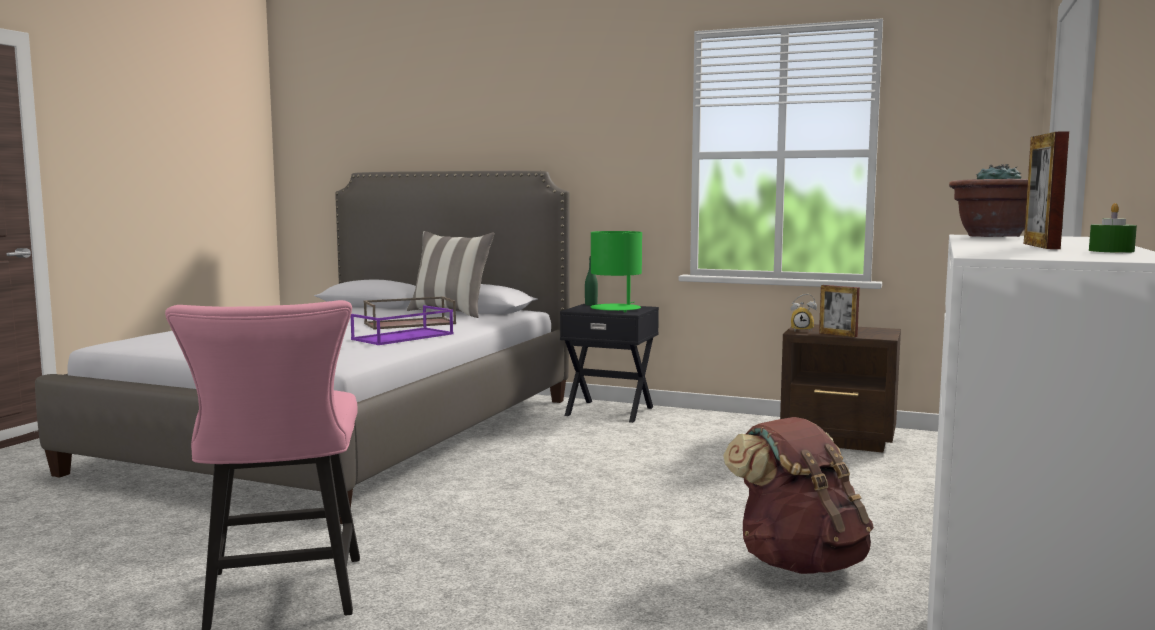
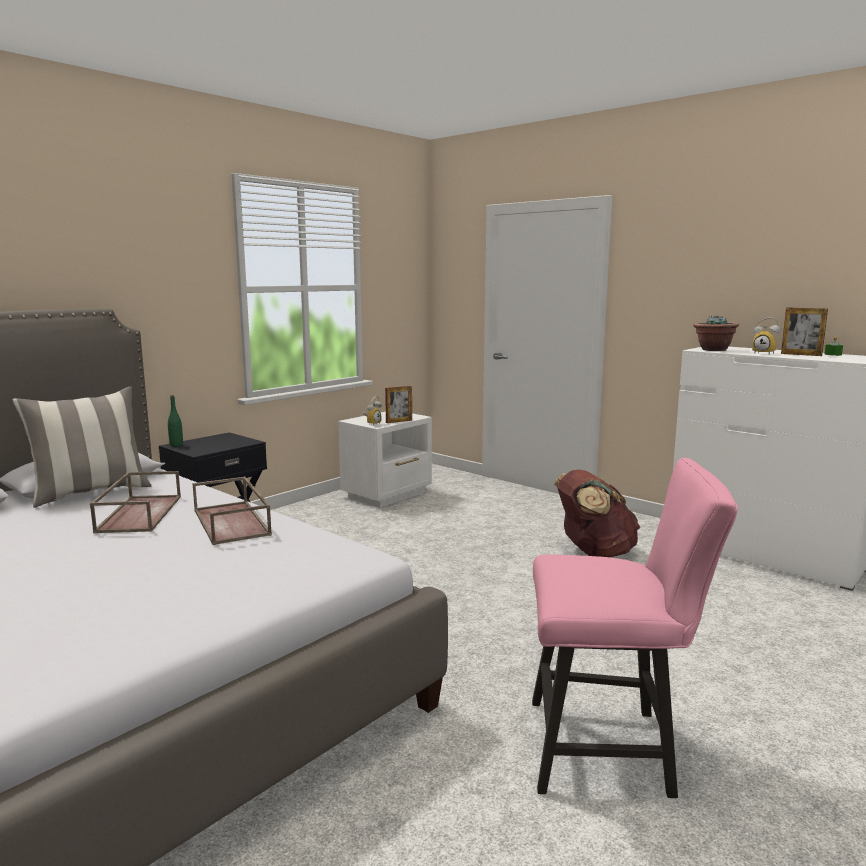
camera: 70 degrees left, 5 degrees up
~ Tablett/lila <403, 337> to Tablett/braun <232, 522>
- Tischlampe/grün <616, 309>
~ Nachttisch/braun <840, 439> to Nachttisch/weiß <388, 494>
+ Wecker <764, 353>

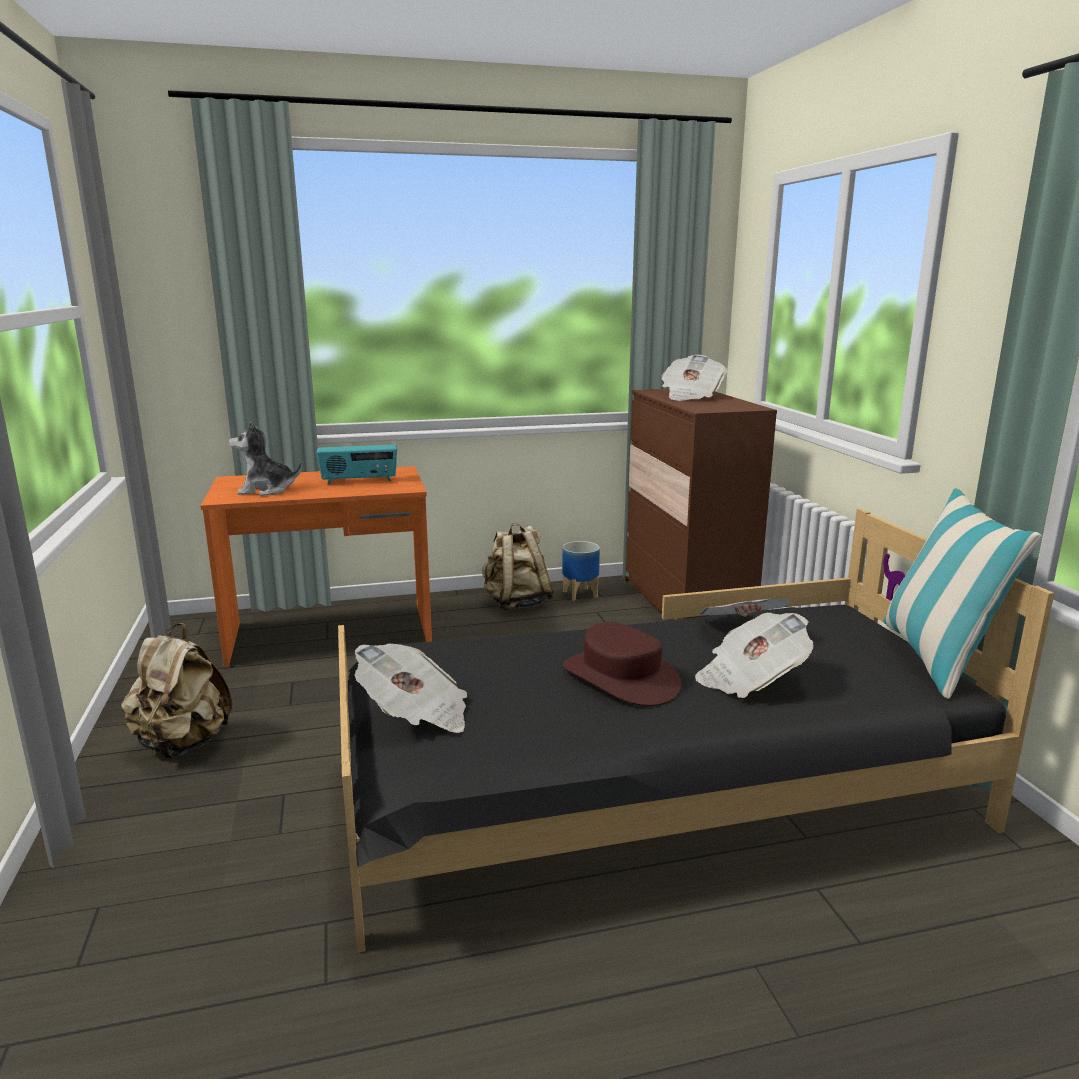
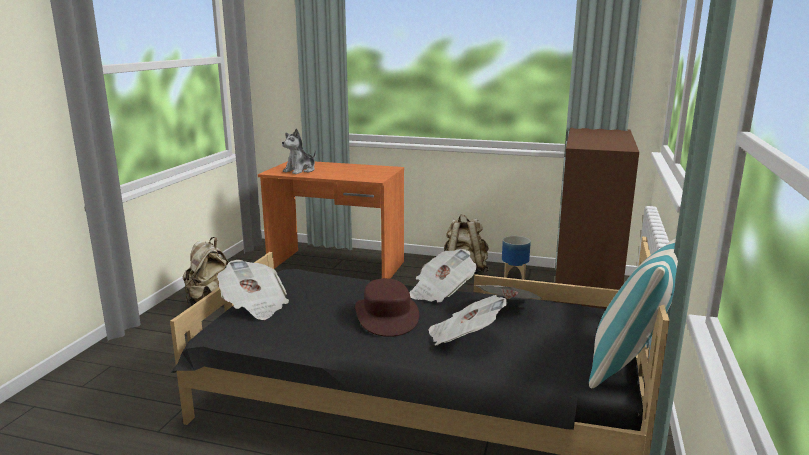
camera: 30 degrees right, 0 degrees up
~ Plüschtier <266, 490> = <300, 170> 75 degrees counterclockwise
- Radio <359, 481>
~ Zeitung <690, 396> to <440, 292>

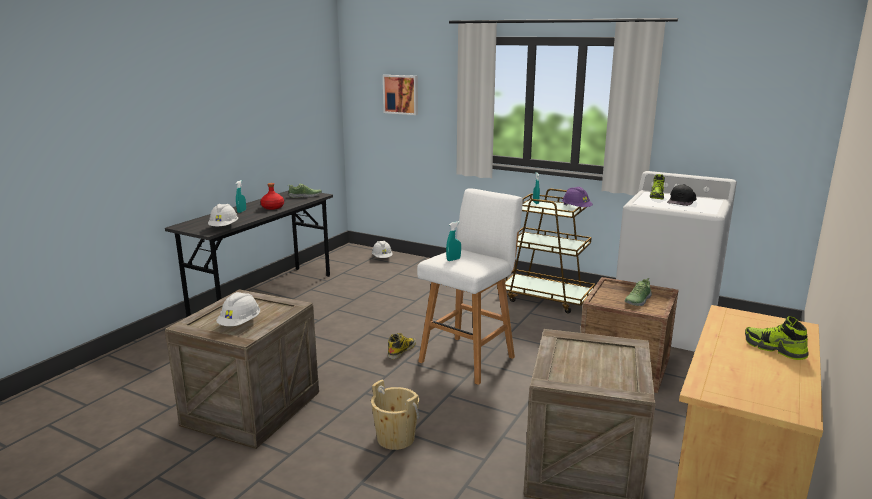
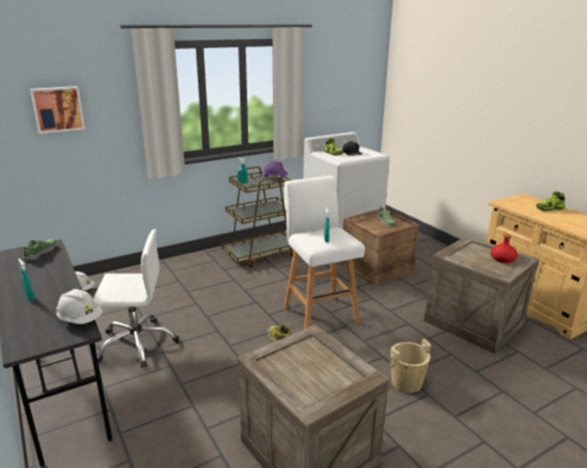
camera: 60 degrees left, 5 degrees up
- Schutzhelm/weiß <240, 324>
~ Flasche/rot <272, 207> to <502, 259>
+ Bürostuhl/weiß <137, 343>

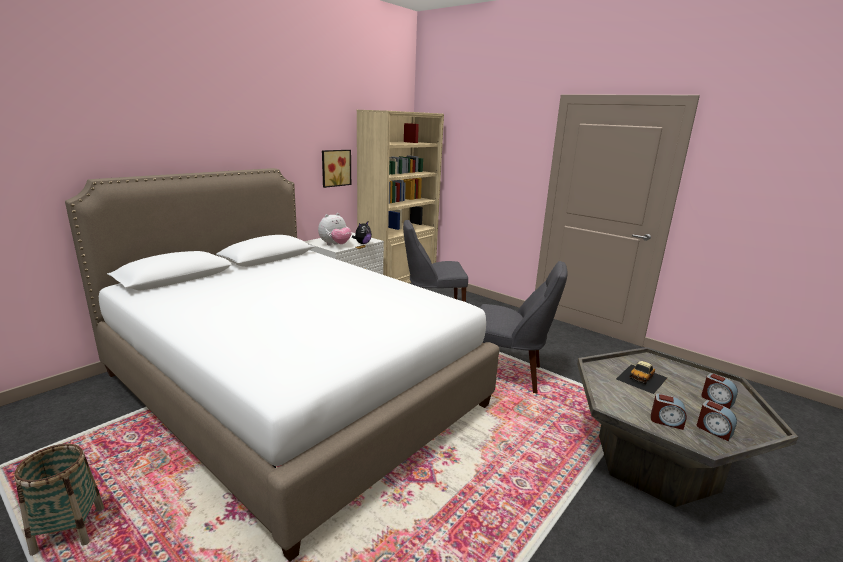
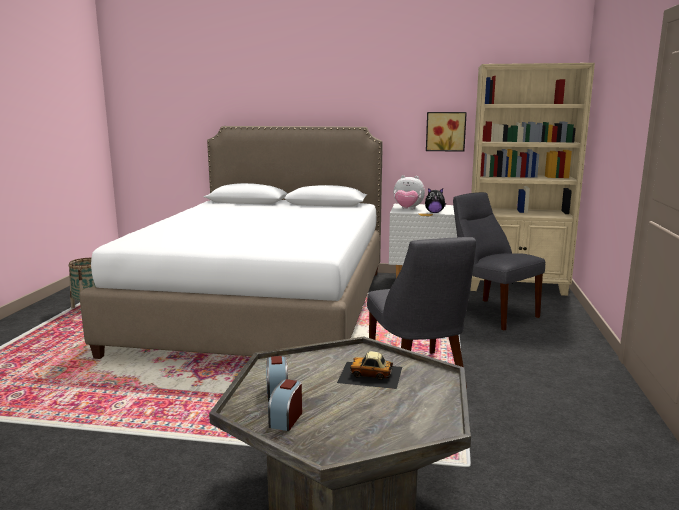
camera: 60 degrees right, 5 degrees down
- Wecker <717, 400>

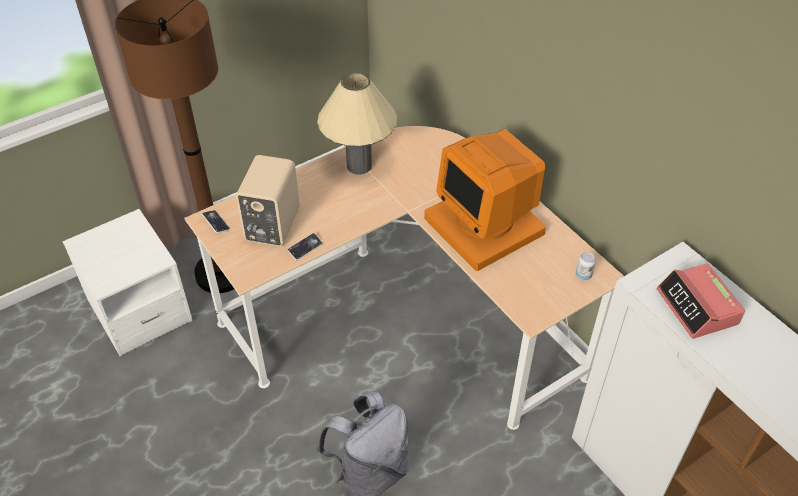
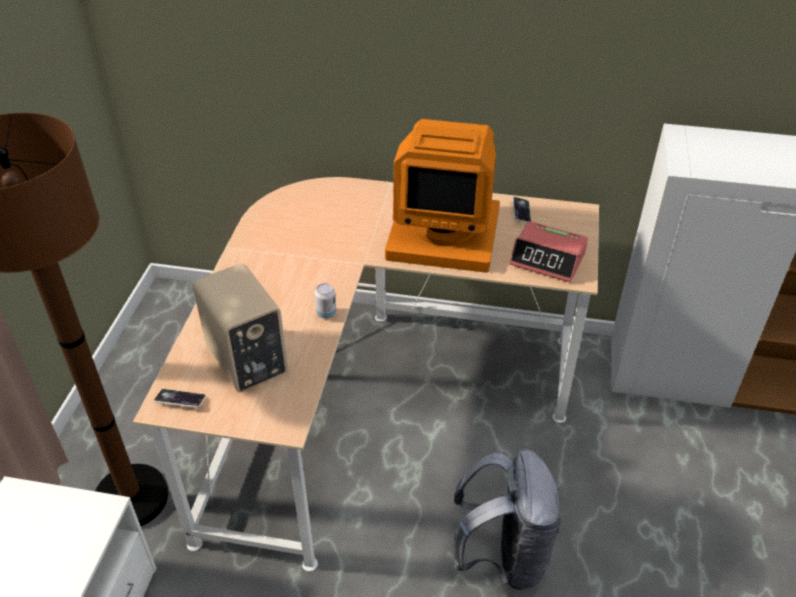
camera: 45 degrees left, 5 degrees down
~ Handy <305, 248> to <521, 212>
- Tischlampe/beige <359, 166>
~ Dose <583, 275> to <326, 314>
~ Wecker <697, 307> to <548, 259>

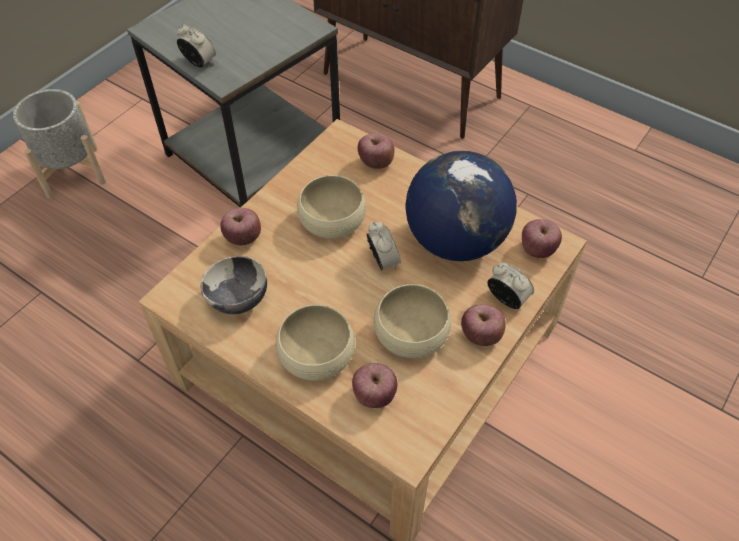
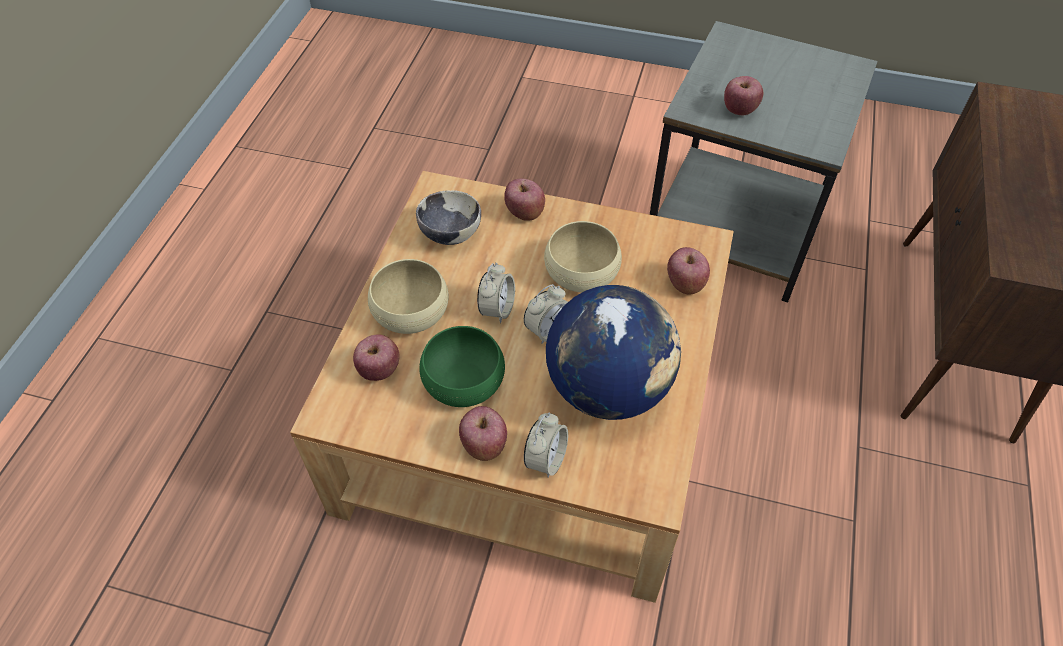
camera: 70 degrees right, 0 degrees up
- Pflanzkübel/grau <72, 171>
~ Wecker <199, 63> to <497, 309>
~ Schüssel/beige <411, 333> to Schüssel/grün <464, 380>
~ Apfel <537, 250> to <739, 110>

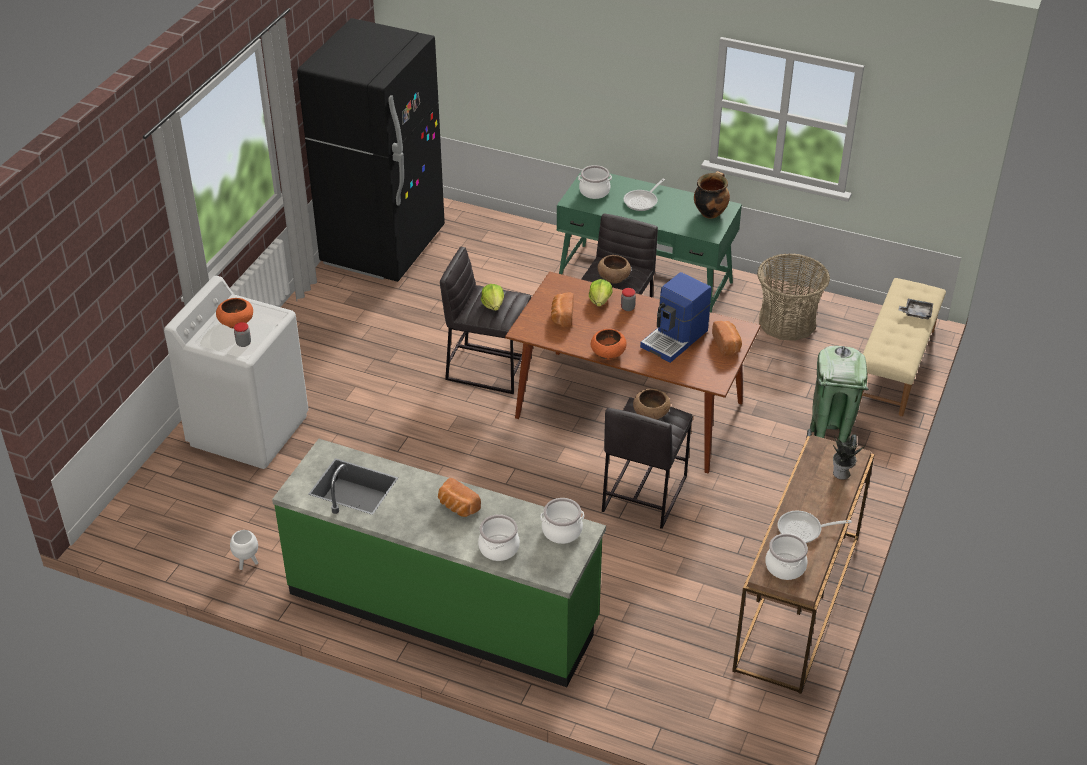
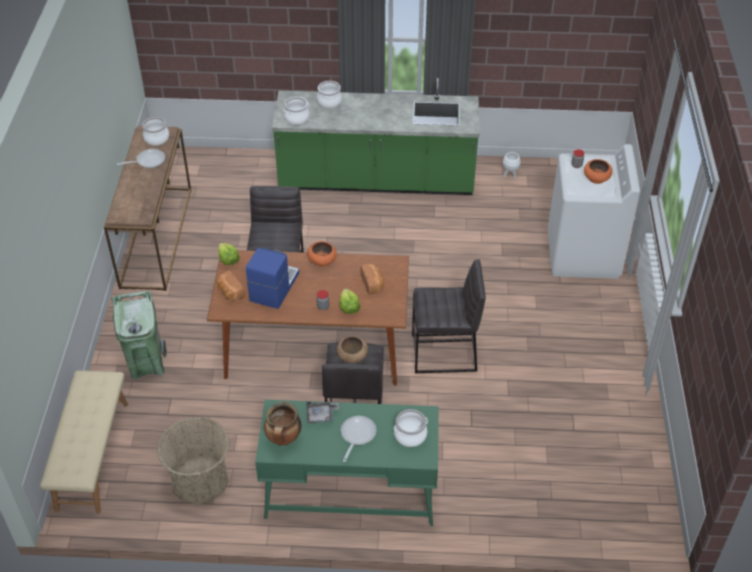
camera: 160 degrees right, 5 degrees up
- Kühlschrank/schwarz <383, 246>
- Brot <457, 507>
~ Salatkopf <493, 305> to <228, 259>
- Schüssel/braun <651, 414>
- Topfpflanze <842, 474>
~ Tablett/grau <916, 313> to <321, 415>

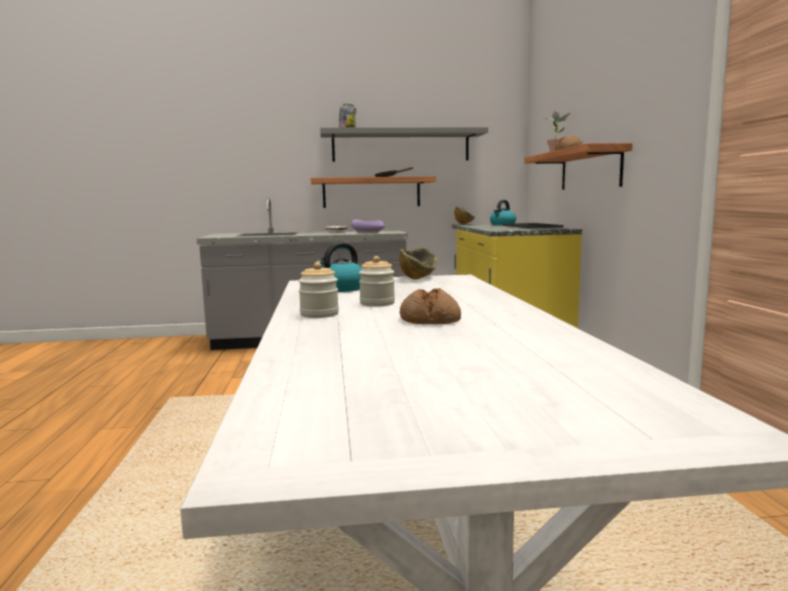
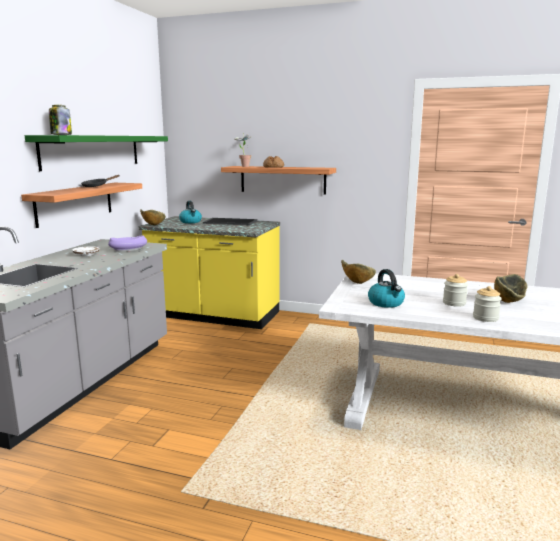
camera: 65 degrees left, 5 degrees up
~ Wandregal/grau <401, 146> to Wandregal/grün <92, 151>
~ Brot <430, 319> to Schüssel <509, 301>

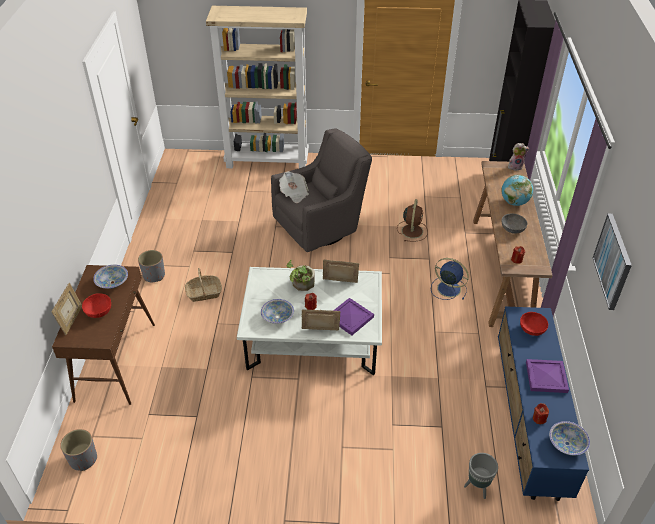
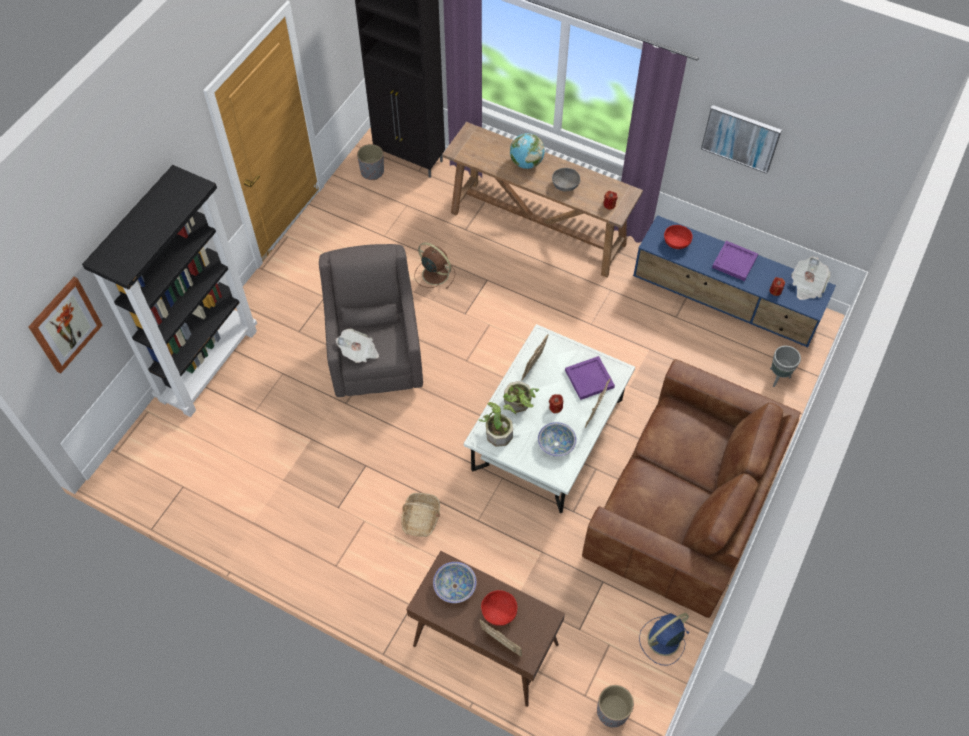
camera: 65 degrees left, 15 degrees up
~ Pflanzkübel/grau <154, 275> to <372, 171>
~ Bücherregal/beige <268, 161> to Bücherregal/schwarz <208, 364>
~ Ventilator/blau <447, 288> to <662, 640>
- Plüschtier <515, 166>
~ Schüssel <567, 443> to Zeitung <807, 285>
+ Bild <65, 325>
+ Topfpflanze <498, 431>
+ Sofa/braun <685, 503>

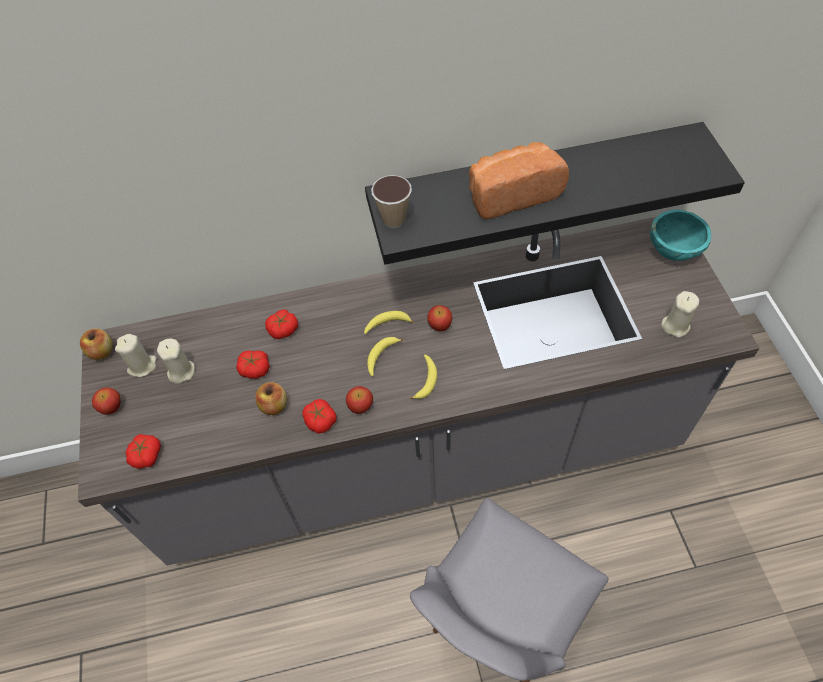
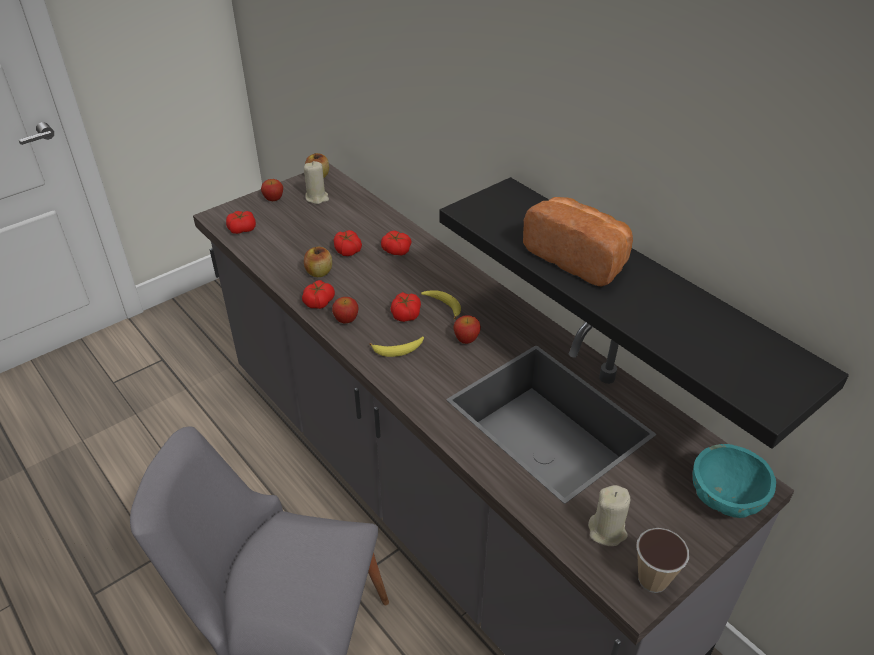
camera: 60 degrees right, 15 degrees down
- Kerze/beige <181, 371>
~ Banane <381, 357> to Tomate <406, 314>
~ Tasse <394, 219> to <652, 579>

